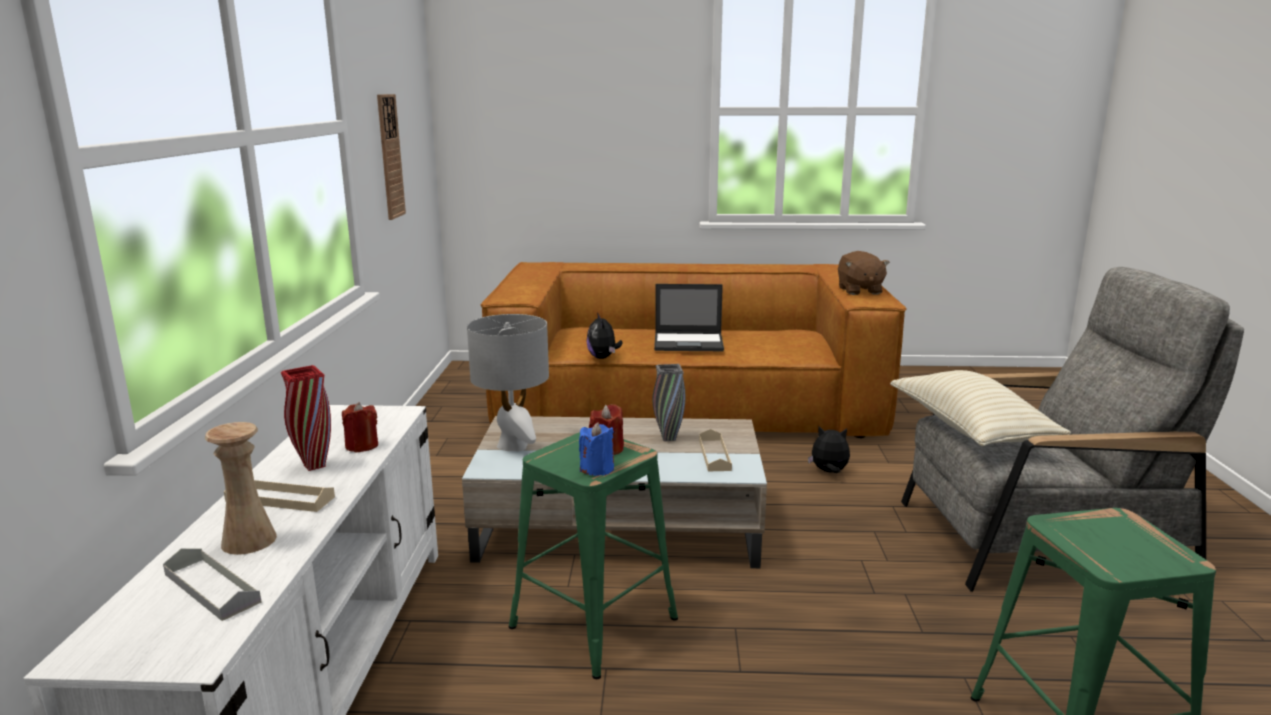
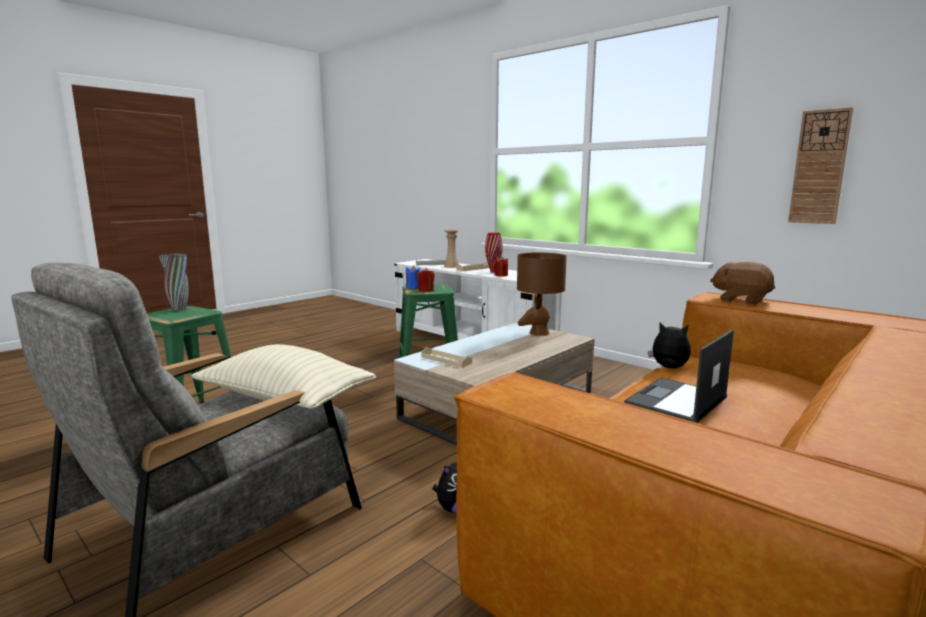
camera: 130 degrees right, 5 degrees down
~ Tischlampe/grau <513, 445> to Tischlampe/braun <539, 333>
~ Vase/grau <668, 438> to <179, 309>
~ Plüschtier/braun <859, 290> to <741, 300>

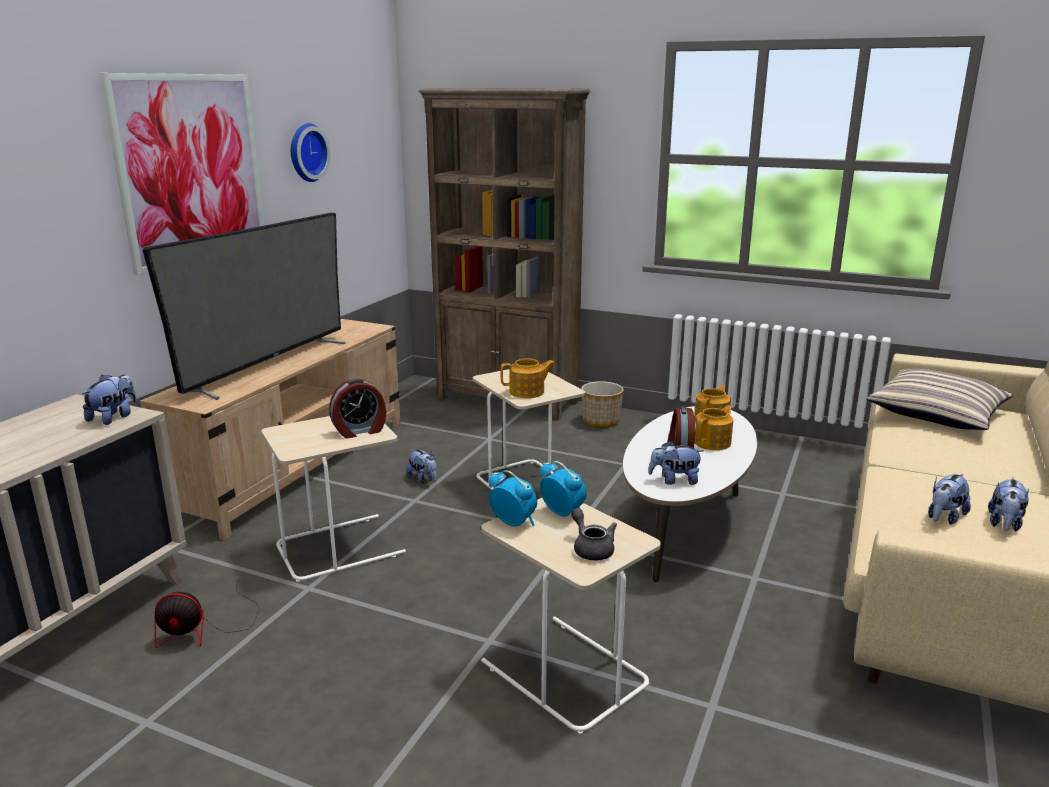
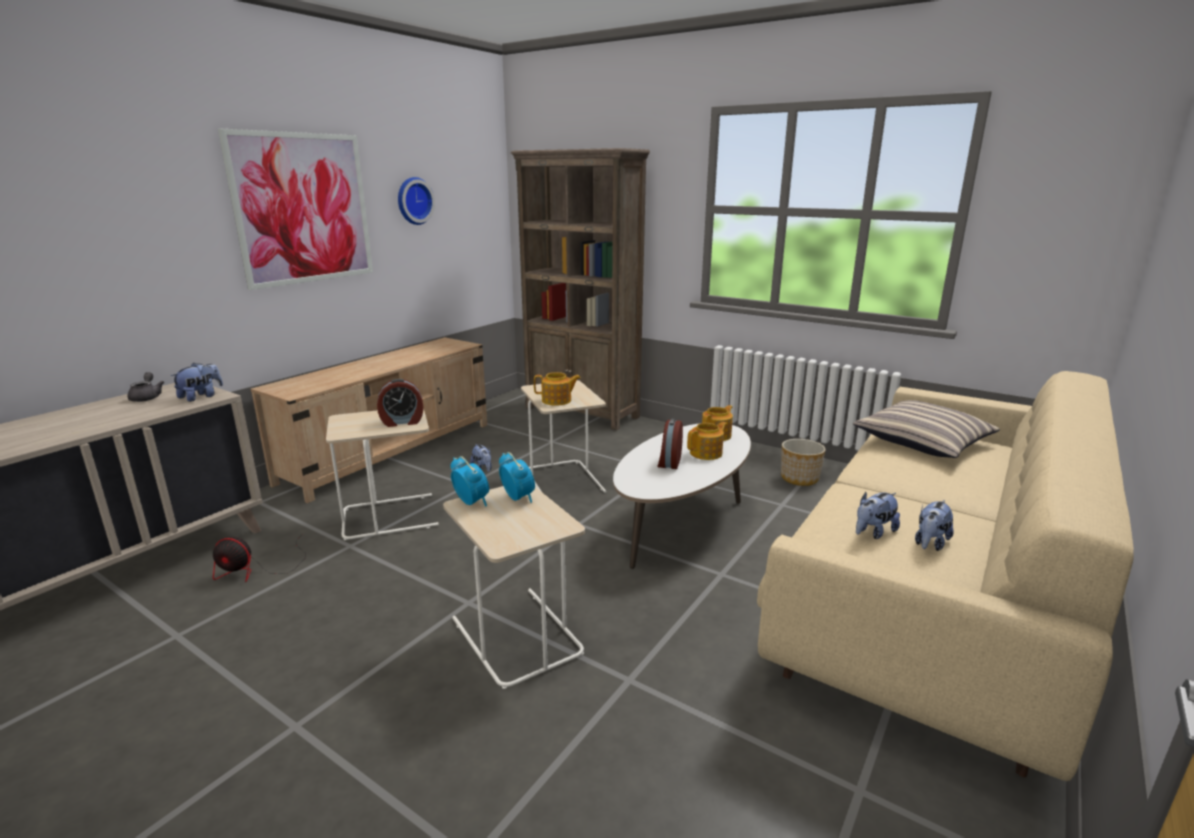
camera: 10 degrees right, 0 degrees up
- Fernseher <268, 366>
~ Teekanne/grau <591, 548> to <147, 397>
~ Pflanzkübel <601, 421> to <799, 478>
- Plüschtier <674, 480>

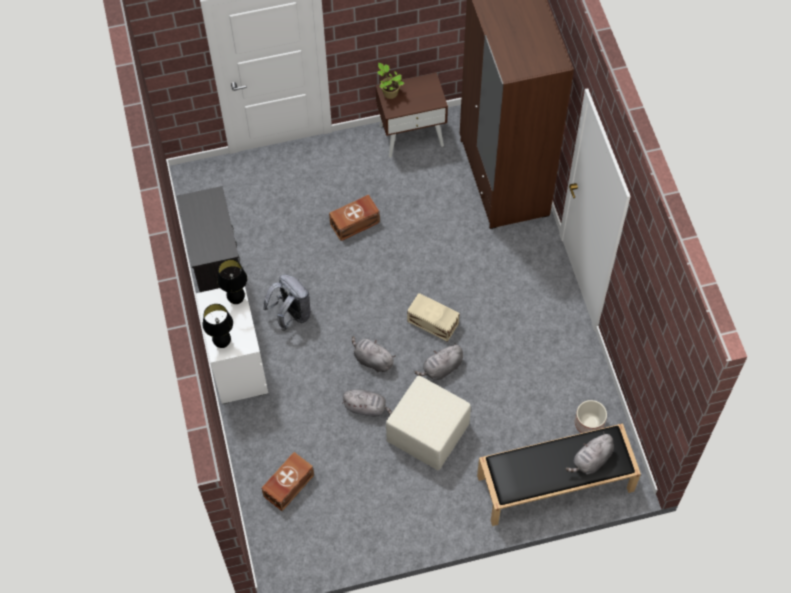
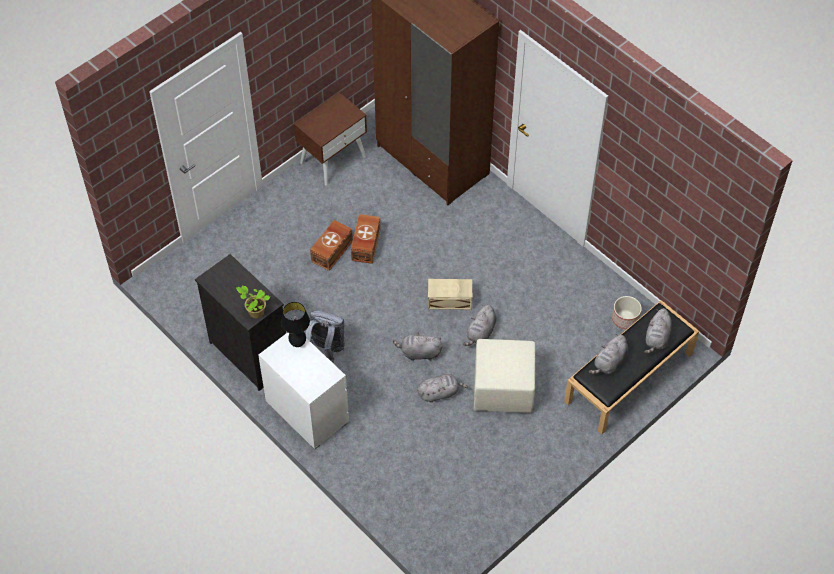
camera: 30 degrees left, 5 degrees down
- Tischlampe/schwarz <222, 343>
~ Aufbewahrungsbox/braun <287, 486> to <365, 245>
~ Topfpflanze <389, 92> to <255, 312>
+ Plüschtier/grau <609, 363>

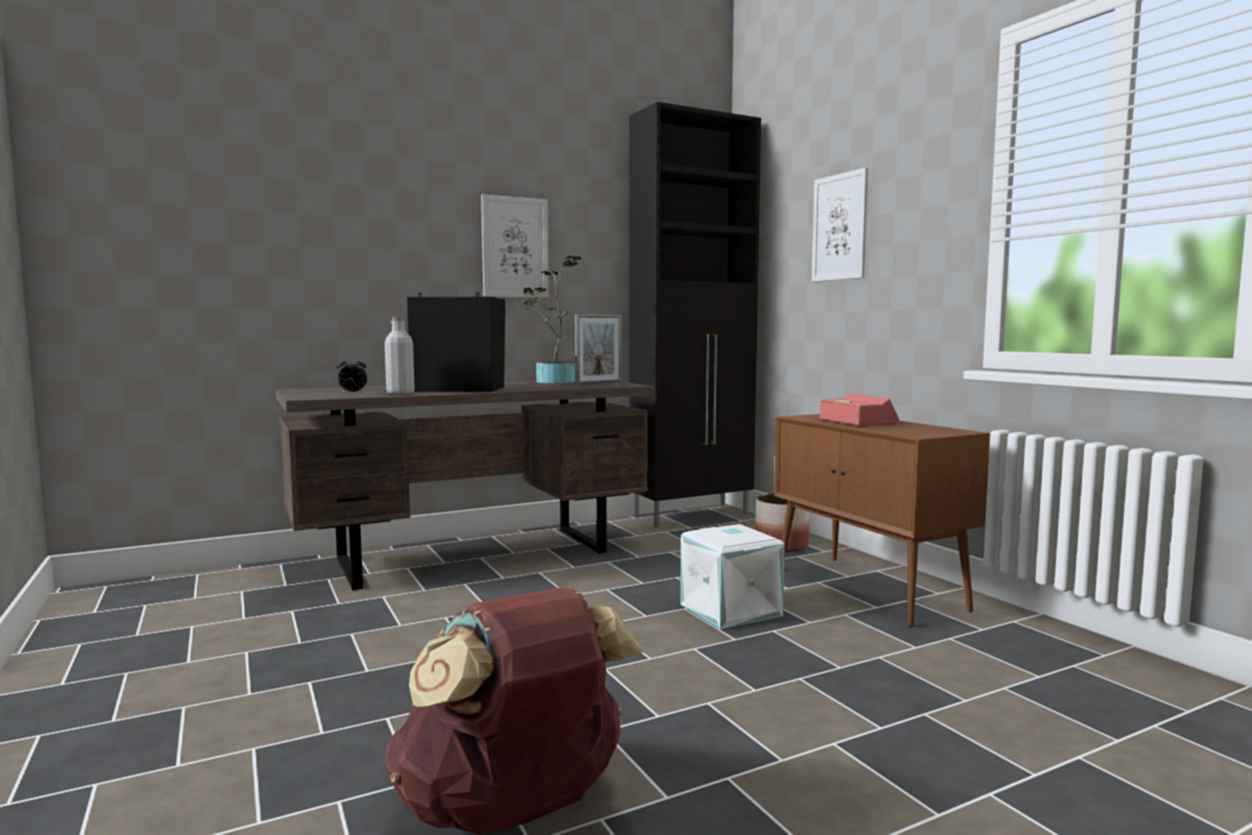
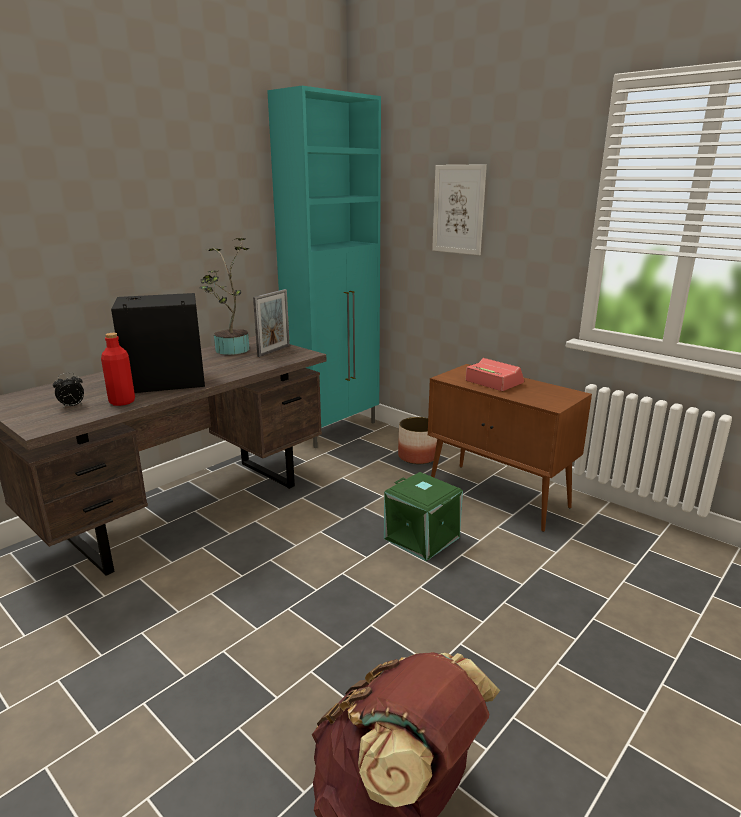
camera: 20 degrees left, 15 degrees up
~ Flasche/grau <400, 393> to Flasche/rot <122, 402>
- Bild <515, 247>
~ Schrank/schwarz <693, 515> to Schrank/türkis <335, 429>
~ Aufbewahrungsbox/weiß <732, 610> to Aufbewahrungsbox/grün <423, 537>

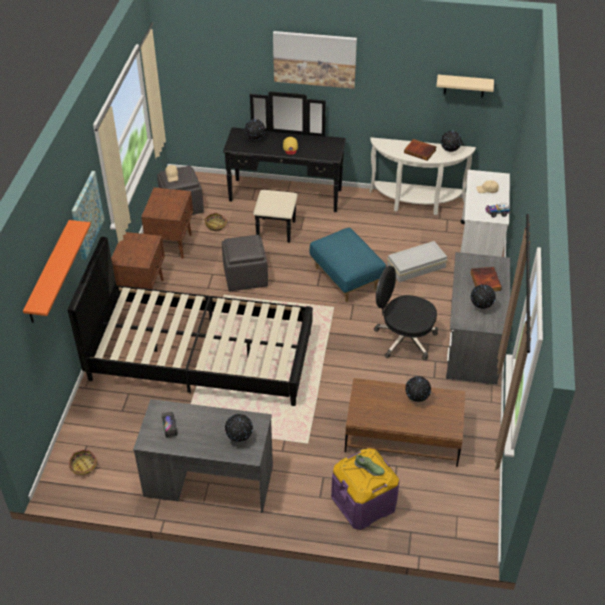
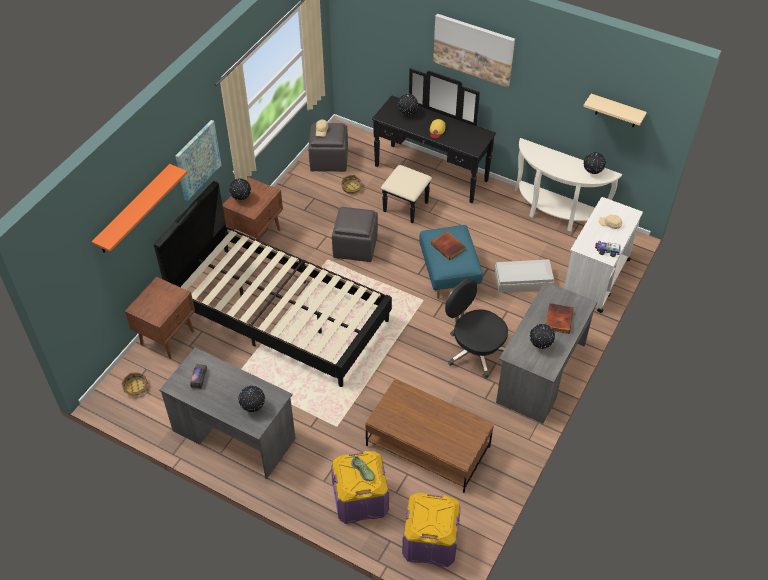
camera: 20 degrees right, 5 degrees up
~ Nachttisch/braun <171, 244> to <168, 337>
~ Buch <420, 151> to <448, 246>
~ Globus <416, 399> to <241, 199>
+ Aufbewahrungsbox/lila <430, 541>

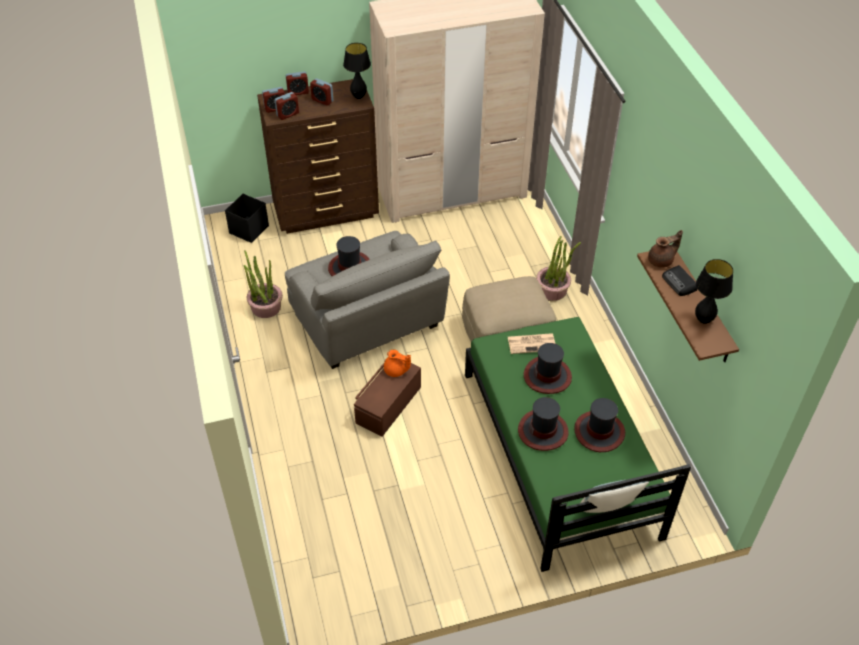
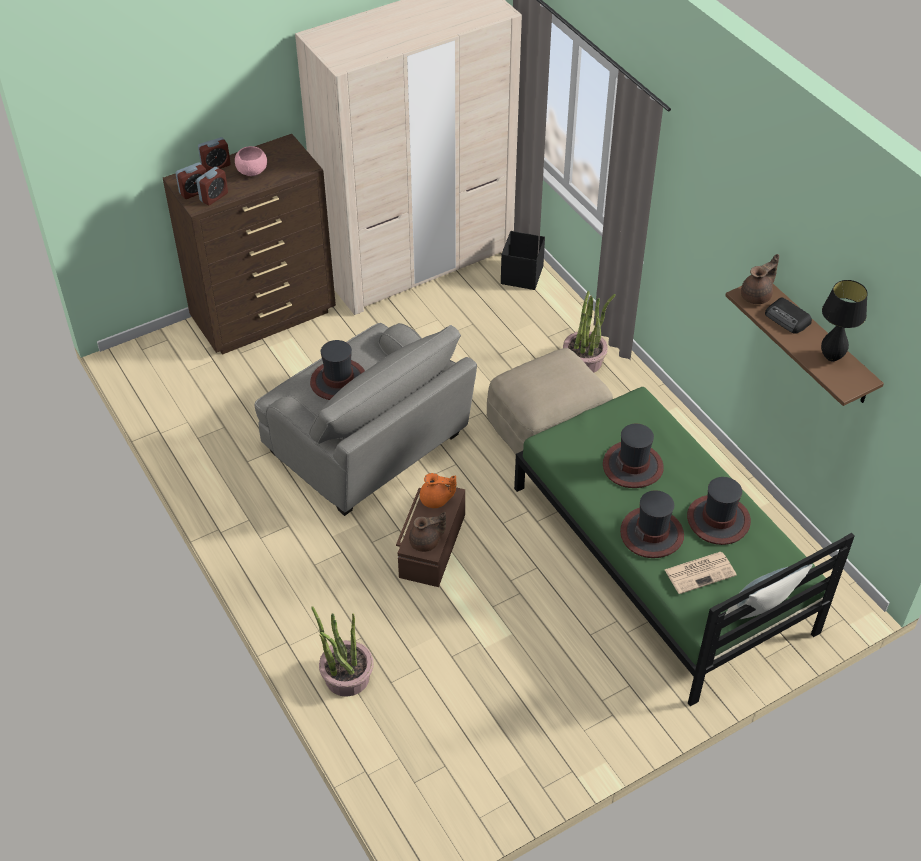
camera: 15 degrees left, 0 degrees up
~ Aufbewahrungsbox/schwarz <248, 230> to <521, 275>
~ Topfpflanze <266, 307> to <346, 676>
~ Wecker <322, 100> to Schüssel/rosa <252, 171>
- Tischlampe/schwarz <358, 96>
~ Zeitung <532, 343> to <700, 572>
+ Teekanne/braun <426, 542>

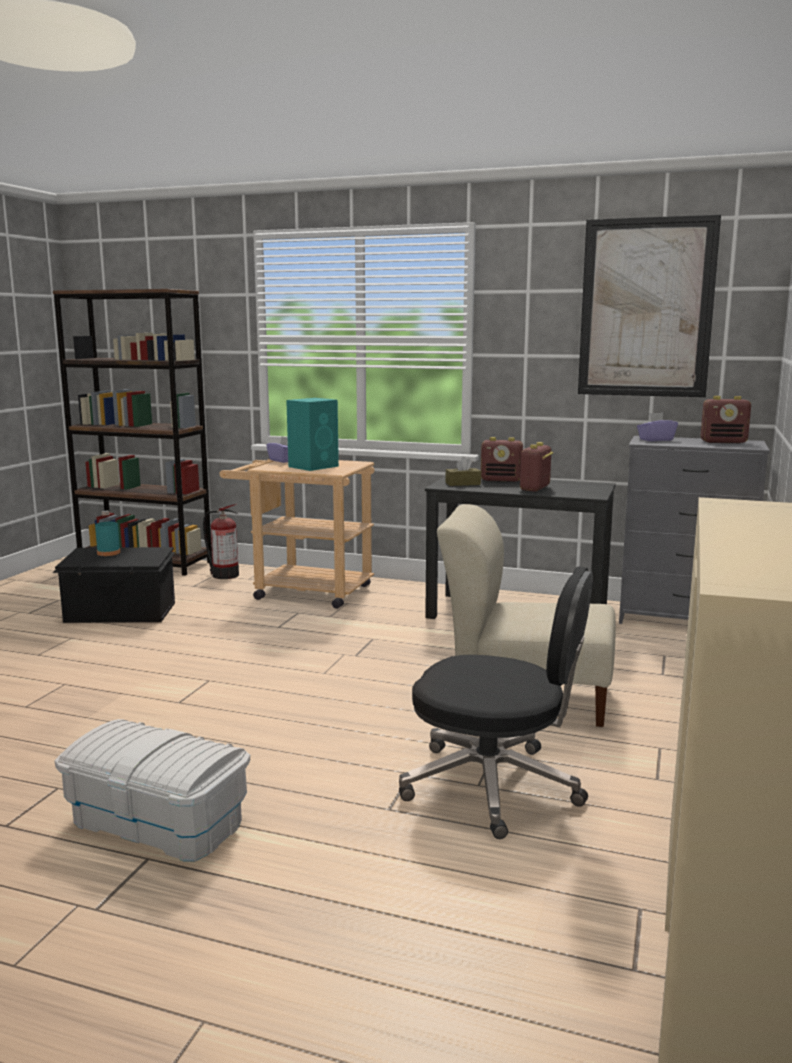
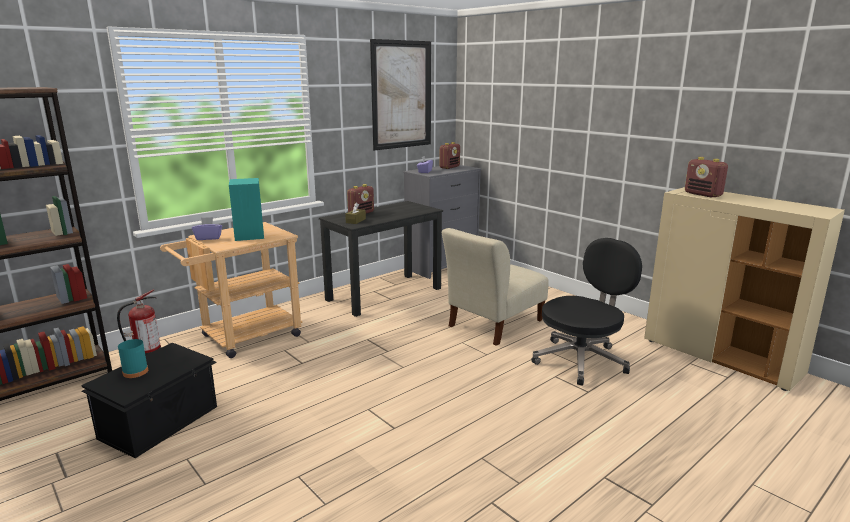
camera: 60 degrees left, 5 degrees up
- Aufbewahrungsbox/weiß <158, 821>
~ Radio <535, 488> to <703, 194>

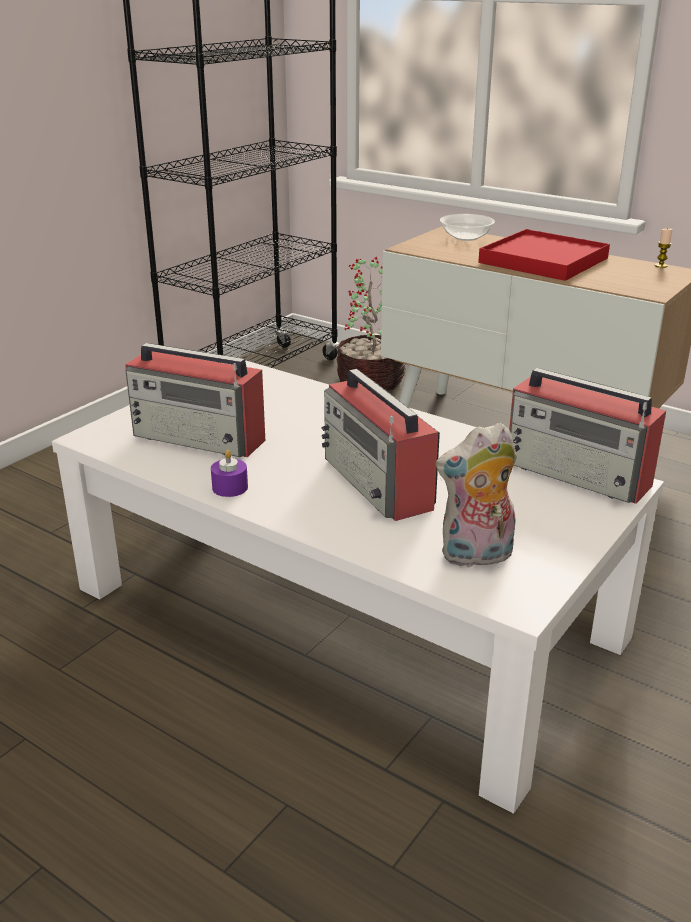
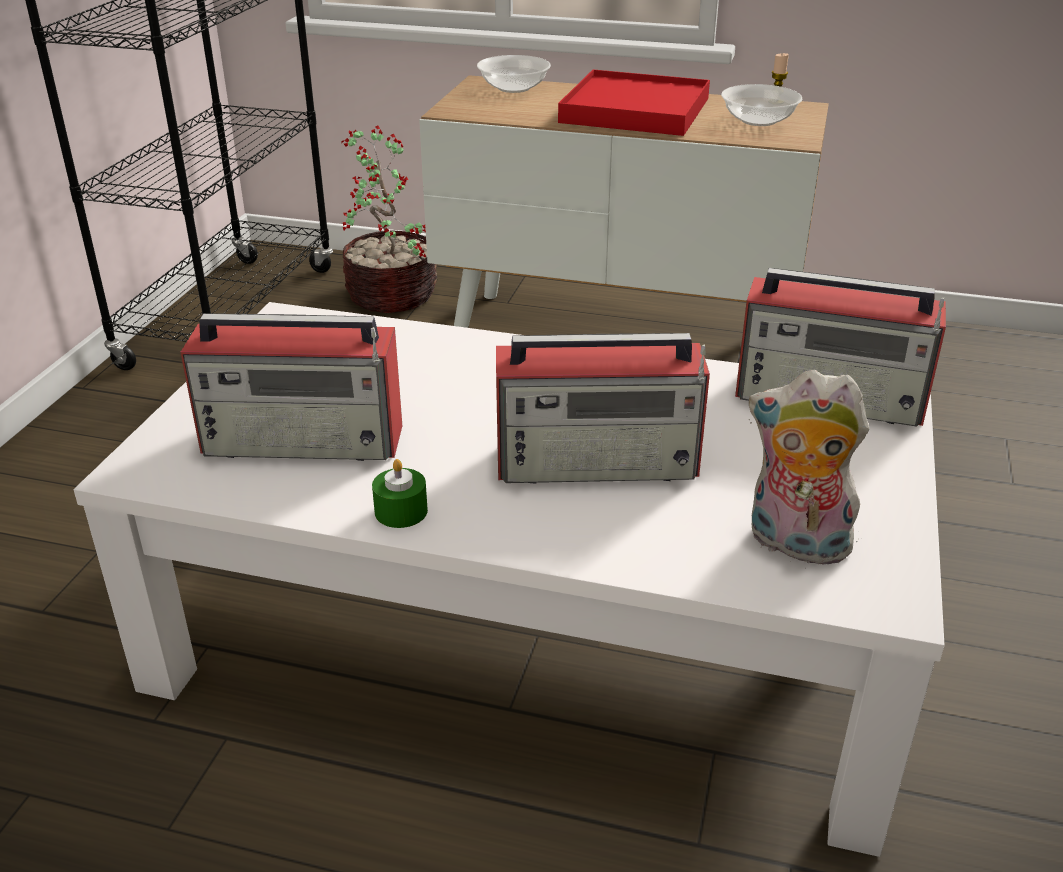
camera: 20 degrees left, 5 degrees up
~ Kerze/lila <230, 487> to Kerze/grün <401, 511>
~ Radio <378, 484> = <600, 462> 45 degrees counterclockwise
~ Plüschtier <476, 557> = <794, 544> 60 degrees clockwise
+ Schüssel <758, 120>

